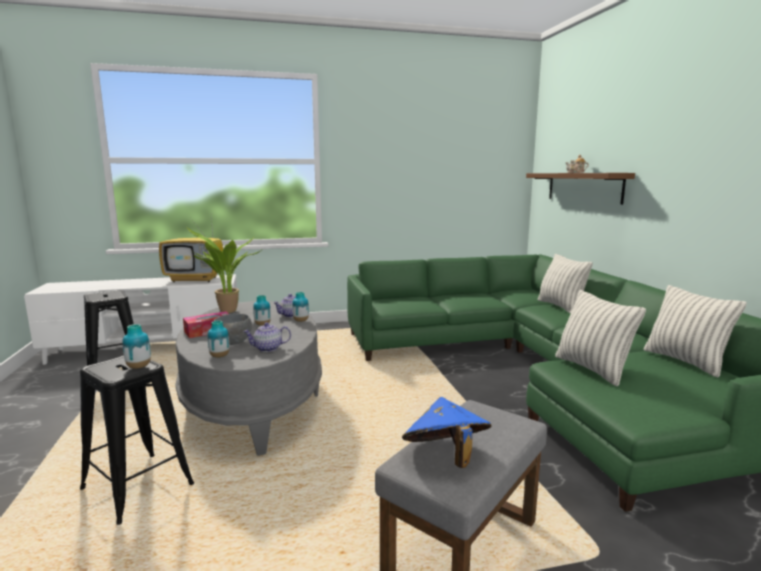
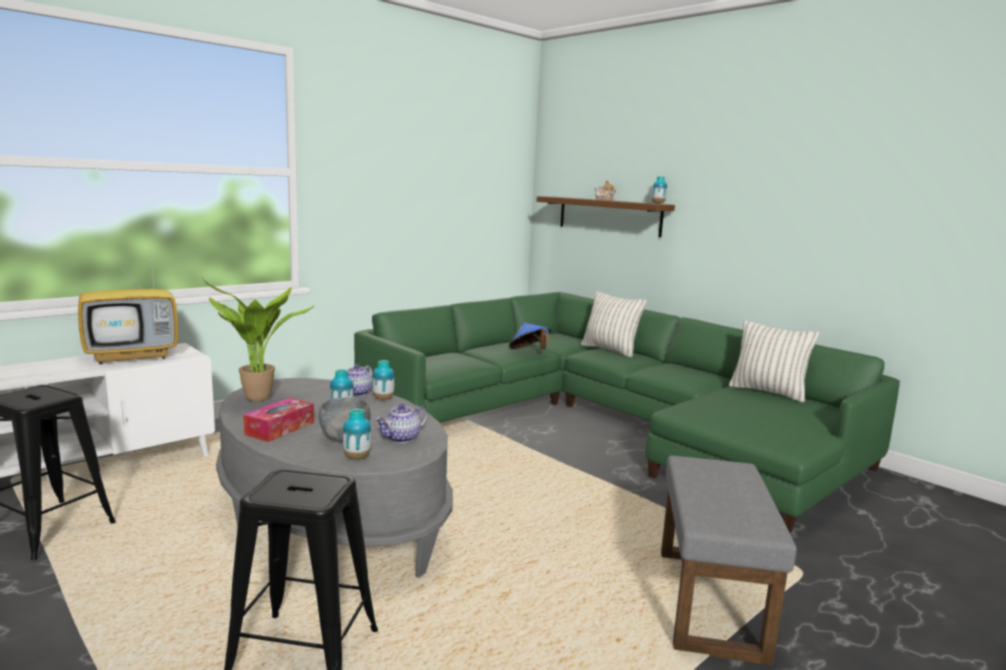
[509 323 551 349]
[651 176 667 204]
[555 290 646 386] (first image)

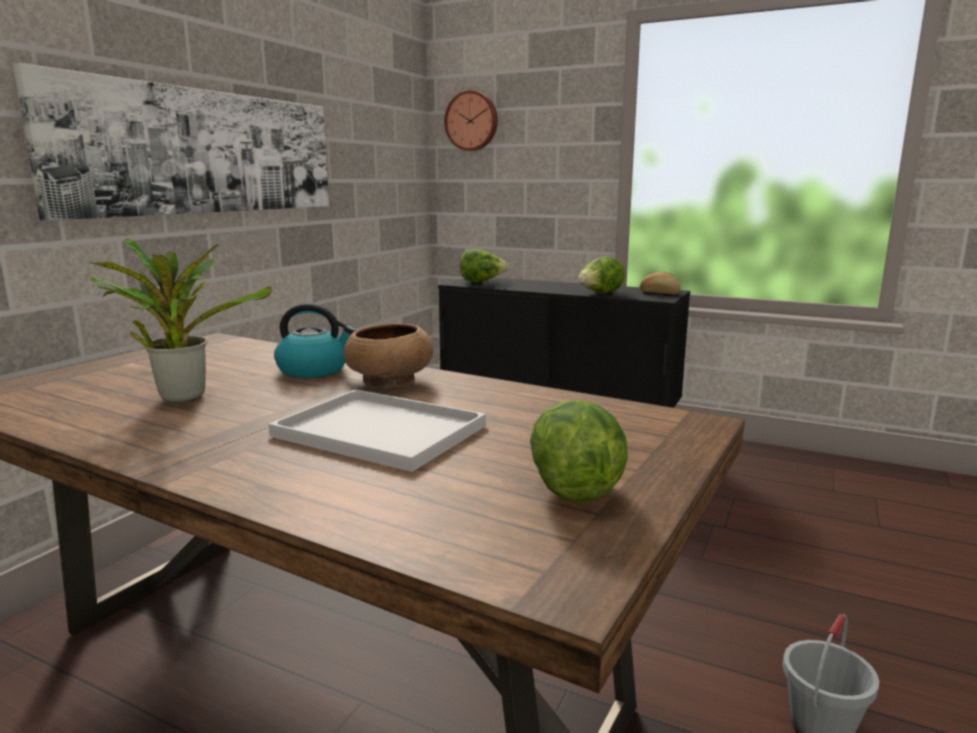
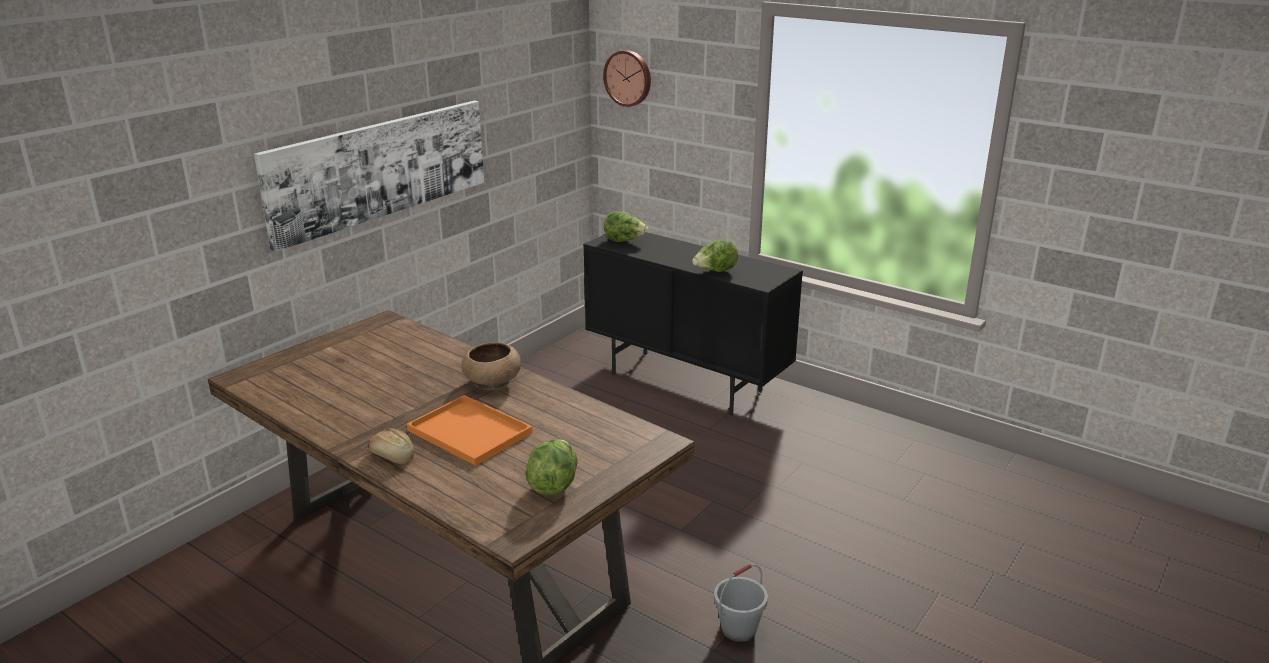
[369 428 414 464]
[407 395 533 466]
[89 238 272 403] (first image)
[274 303 356 378] (first image)

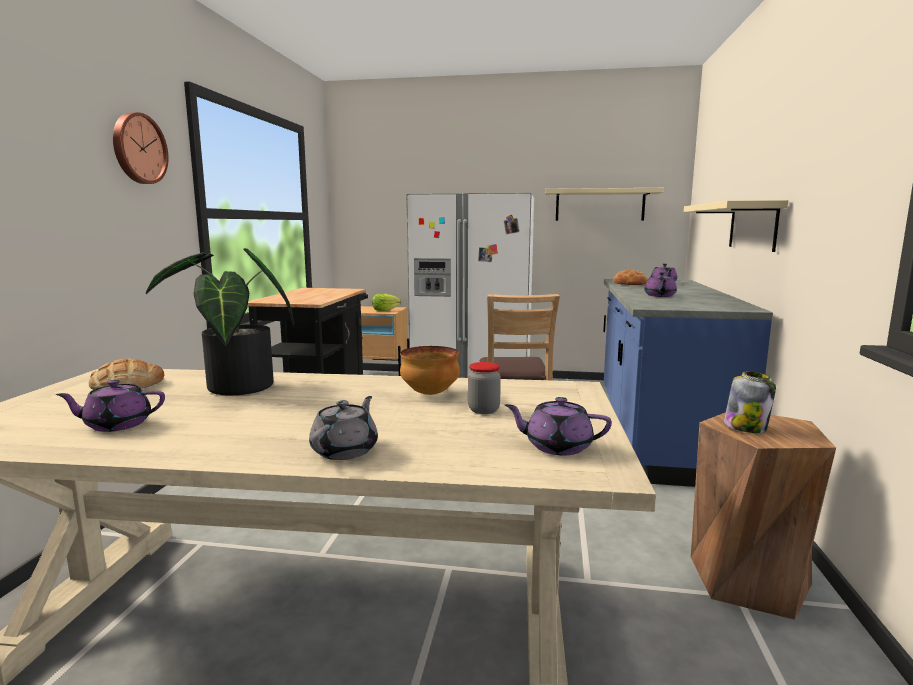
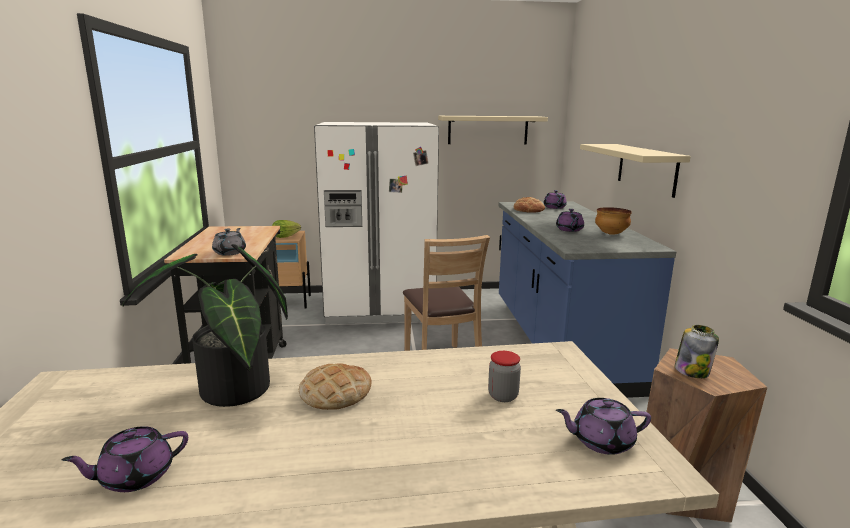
[212 228 246 256]
[299 363 371 410]
[595 207 632 235]
[113 112 169 184] (first image)

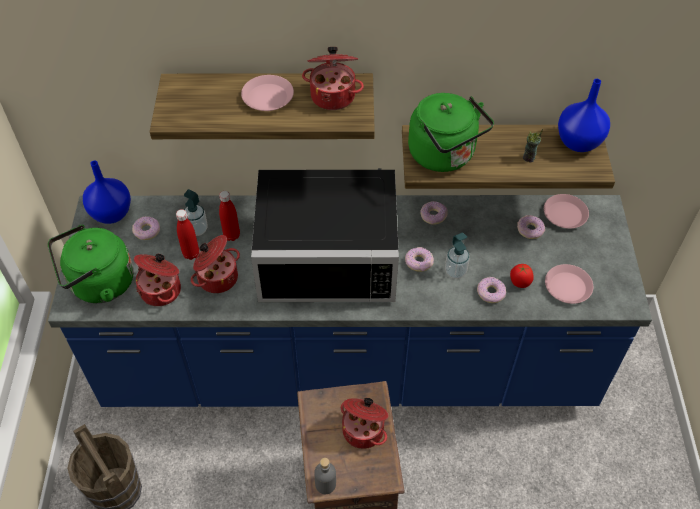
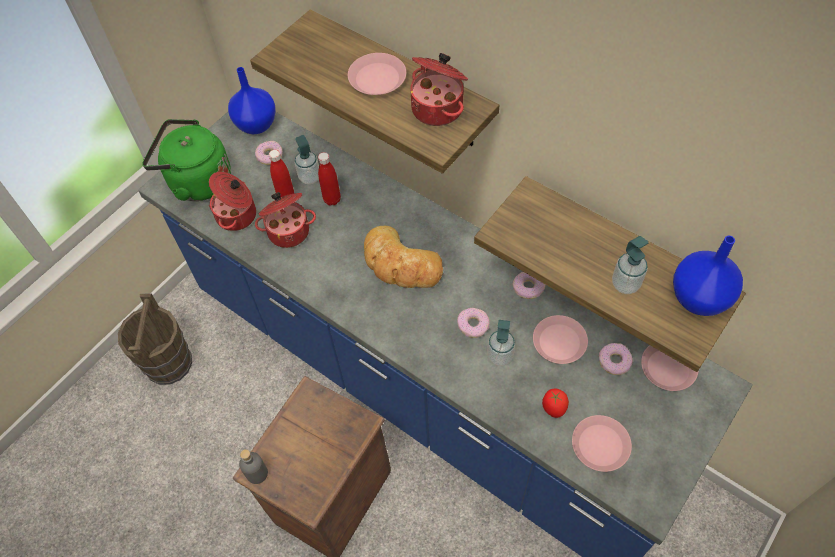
[364 226 443 288]
[533 315 588 364]
[612 236 649 294]
[341 398 389 449] (first image)
[408 93 494 172] (first image)
[477 277 506 303] (first image)

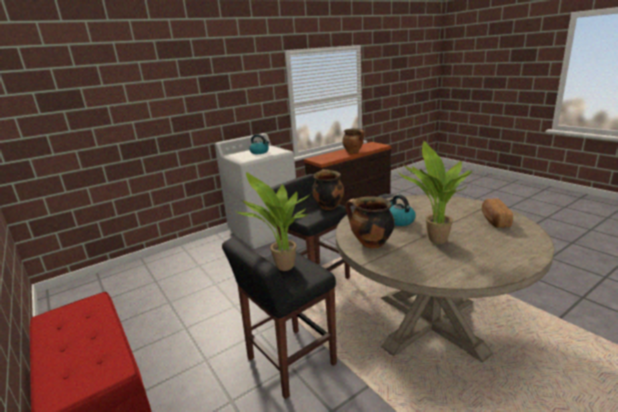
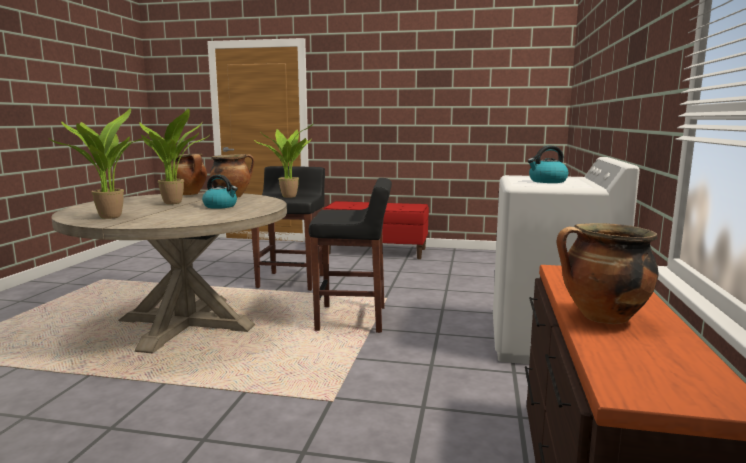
[49 108 150 219]
[171 154 207 195]

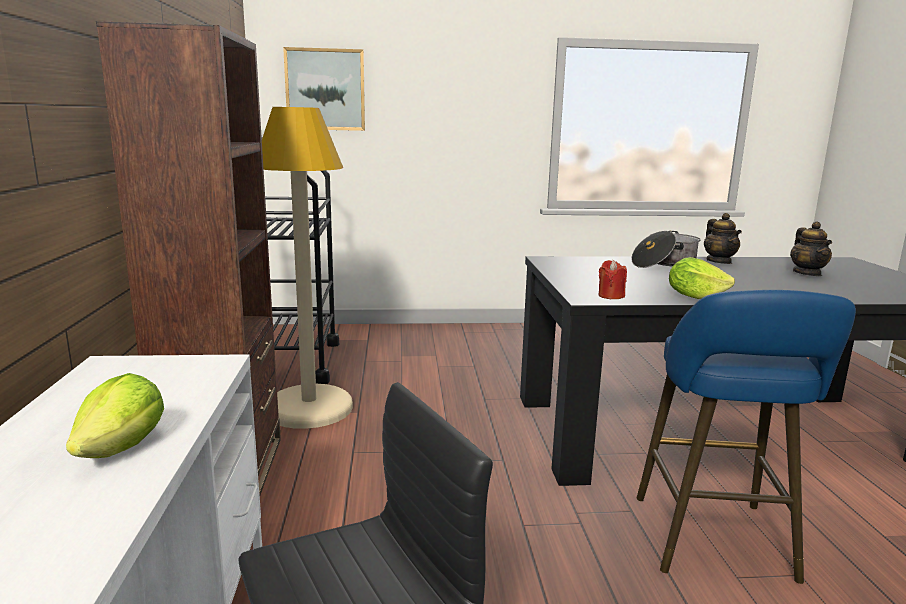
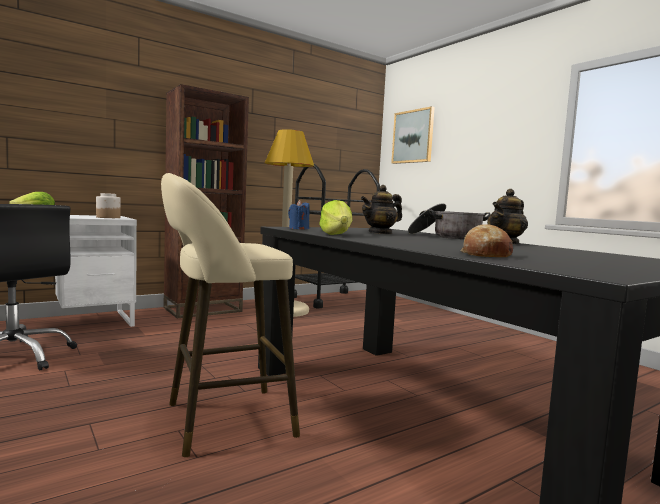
[96 193 121 218]
[161 173 300 457]
[288 200 310 229]
[361 185 402 234]
[460 224 513 257]

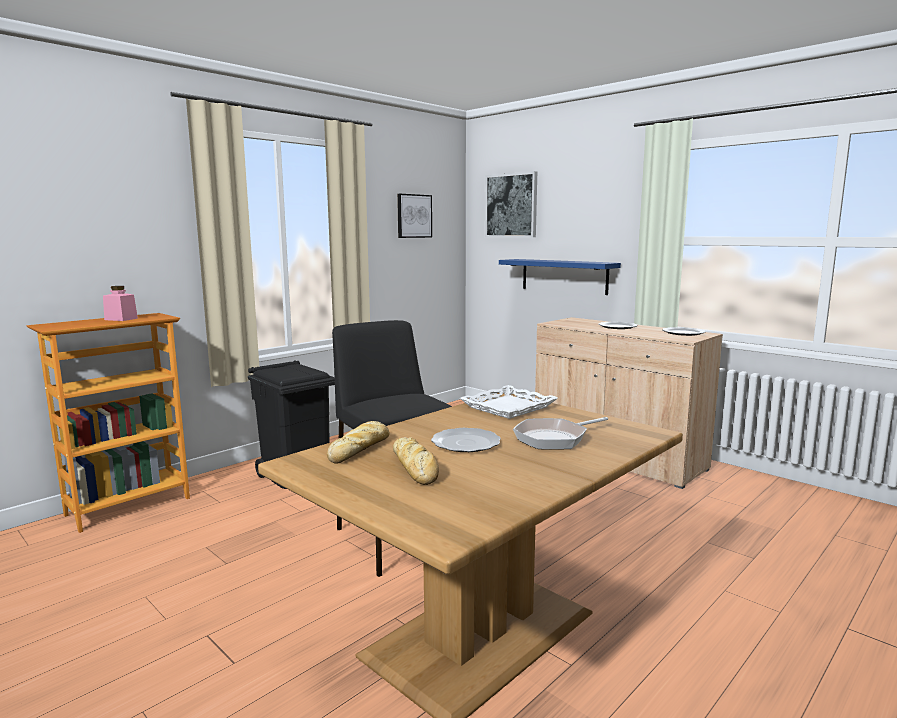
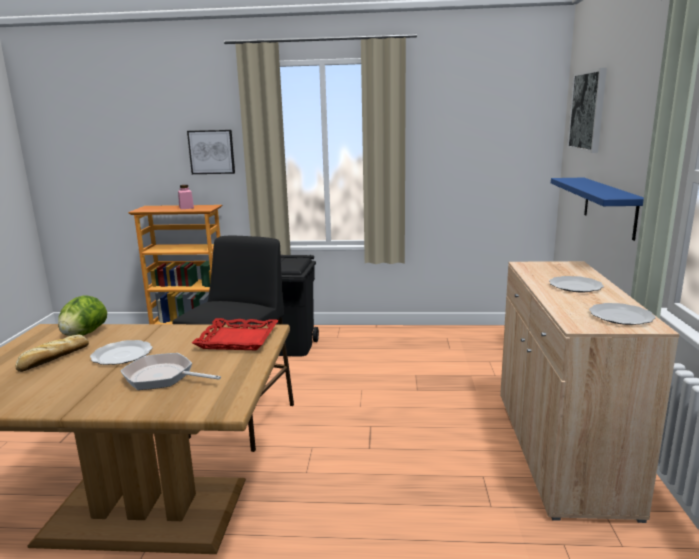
[58 296 107 336]
[187 130 235 174]
[192 318 279 350]

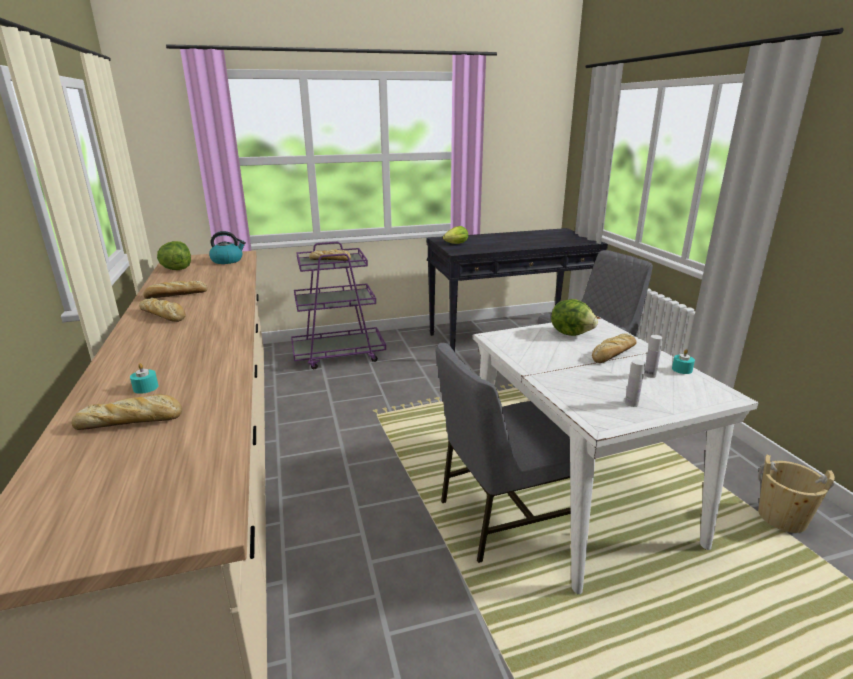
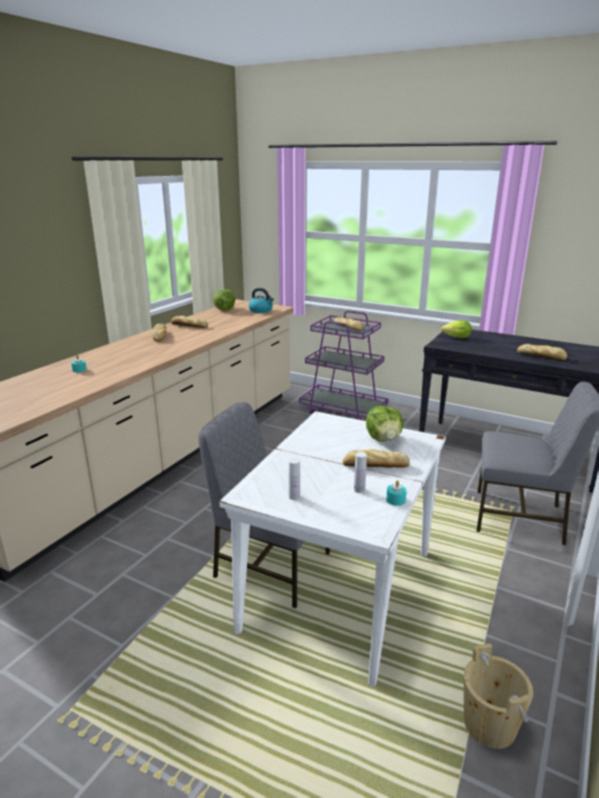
[517 344 567 360]

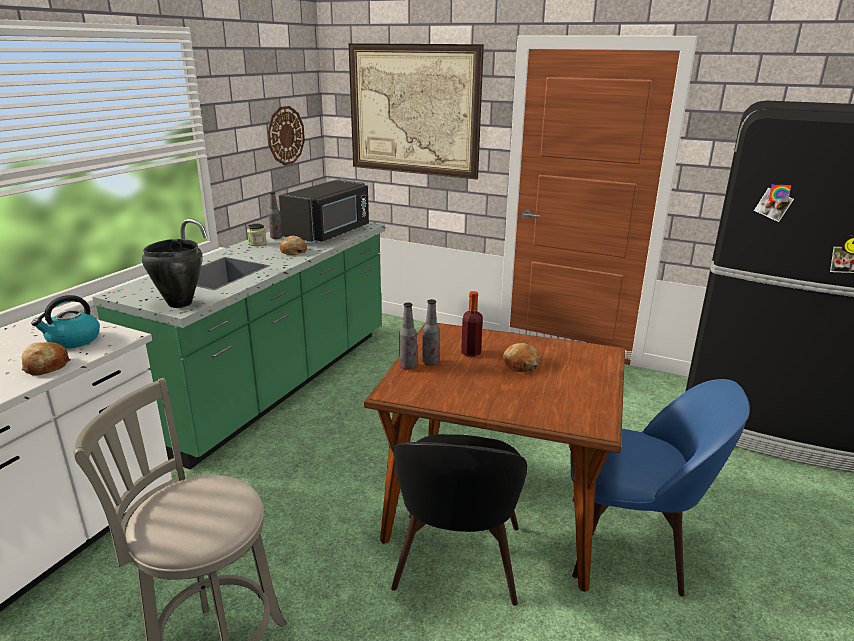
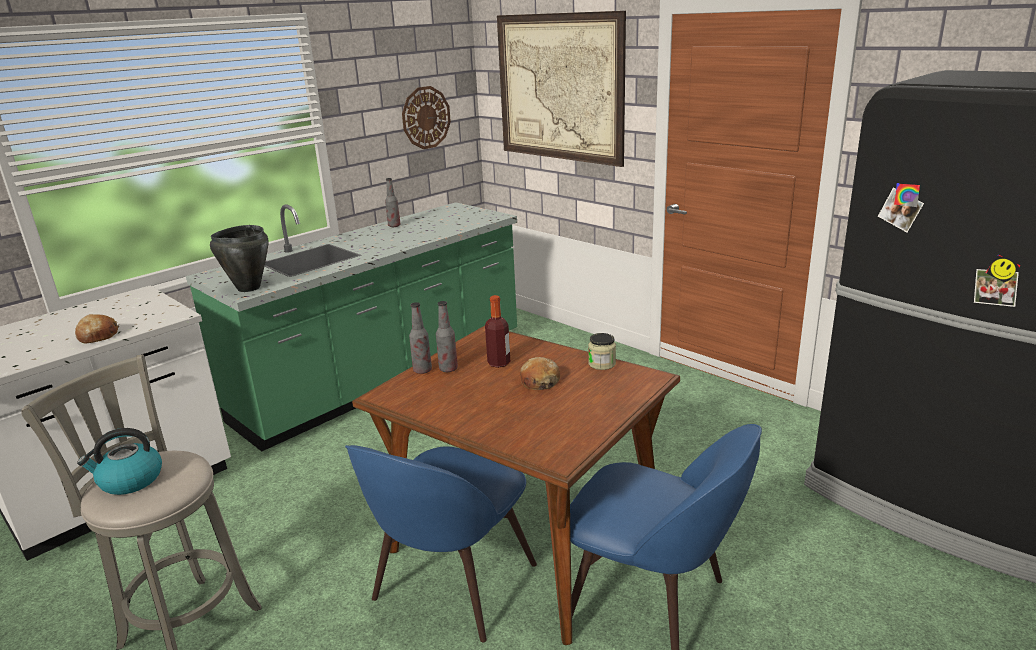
[77 428 162 495]
[345 445 537 642]
[588 333 616 370]
[279 180 369 243] (first image)
[280 236 307 255] (first image)

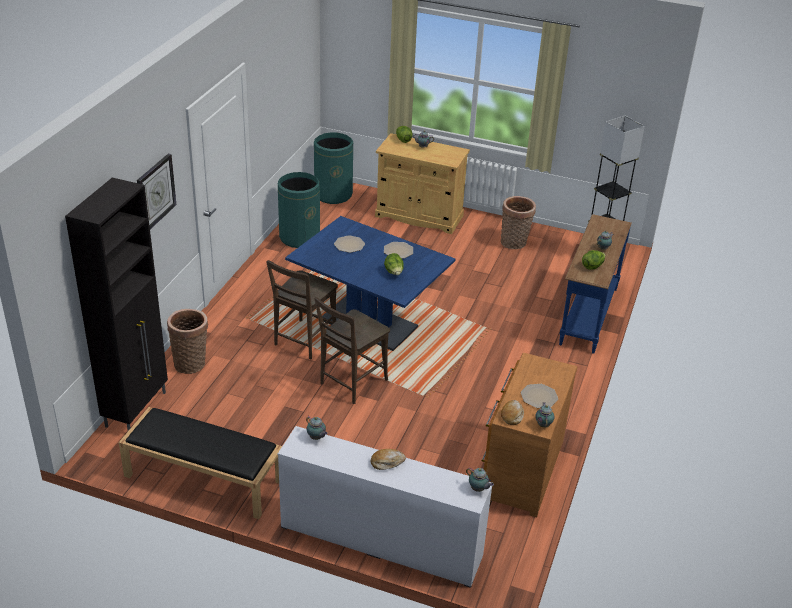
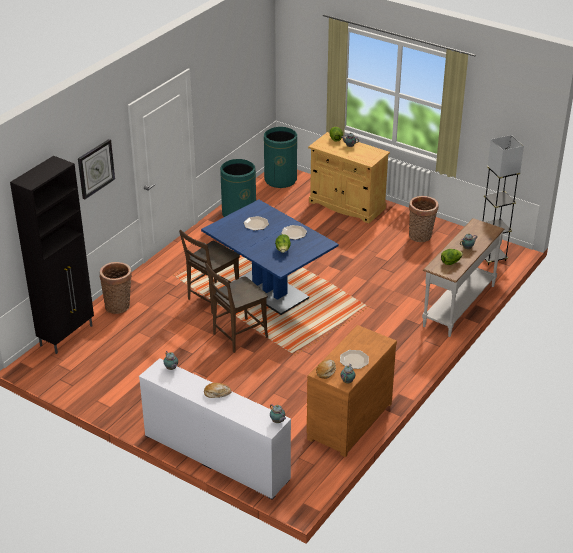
[422 218 505 337]
[119 407 282 519] (first image)

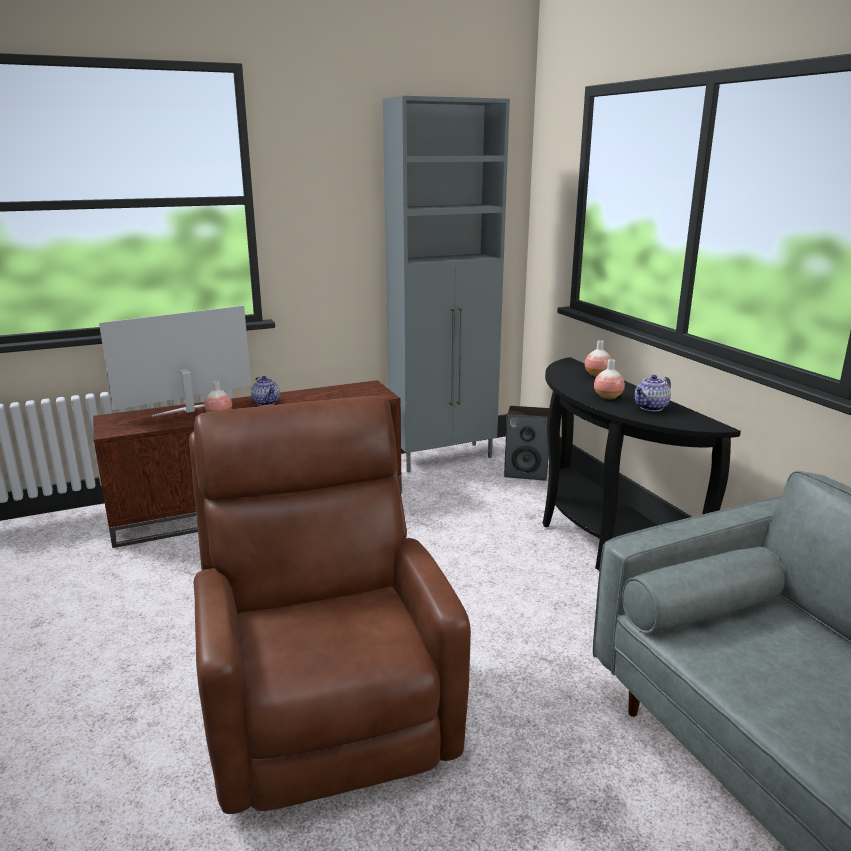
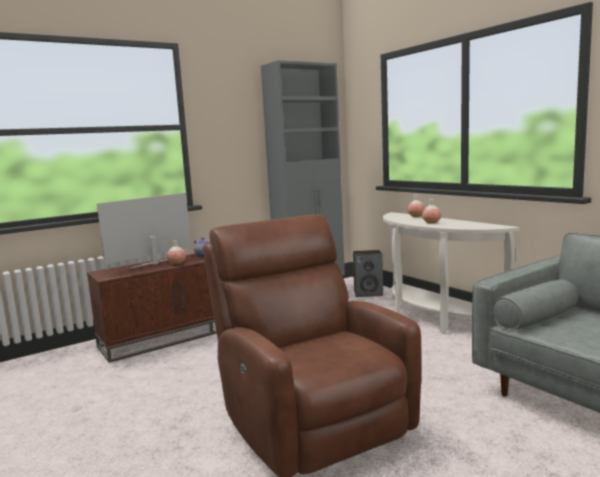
[383 212 519 334]
[635 375 671 411] (first image)

